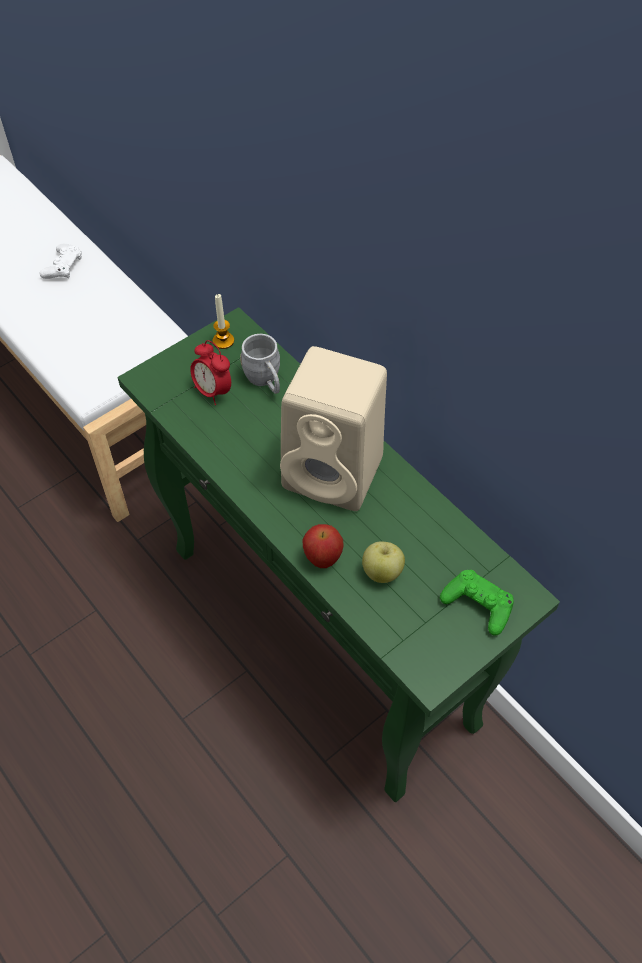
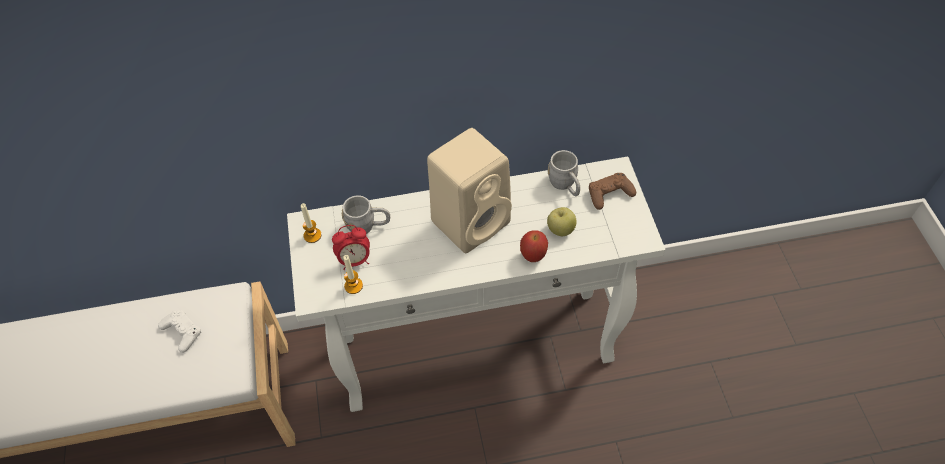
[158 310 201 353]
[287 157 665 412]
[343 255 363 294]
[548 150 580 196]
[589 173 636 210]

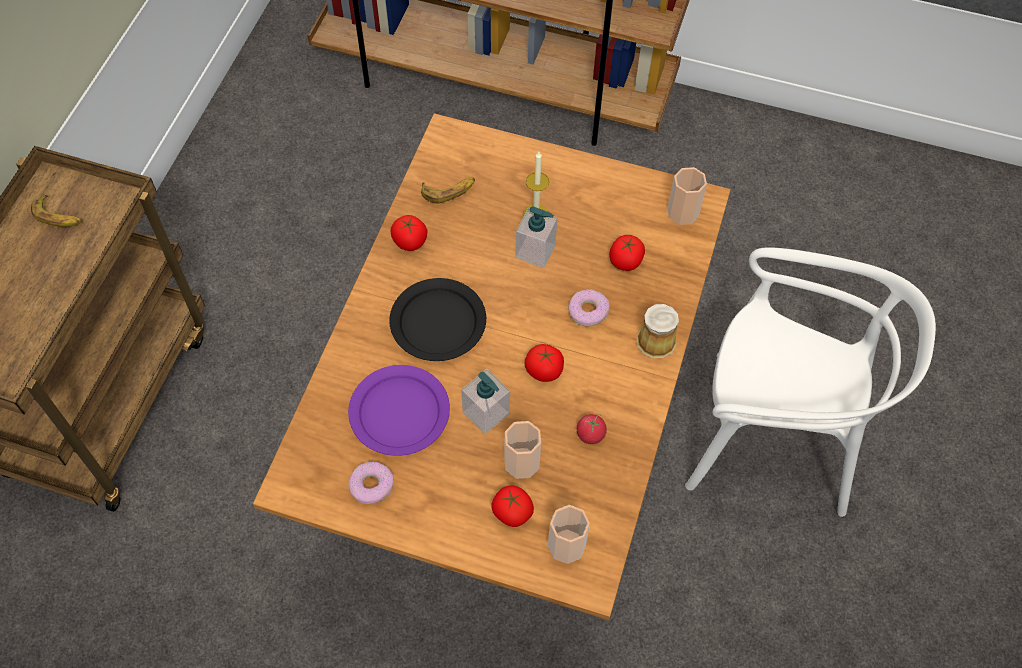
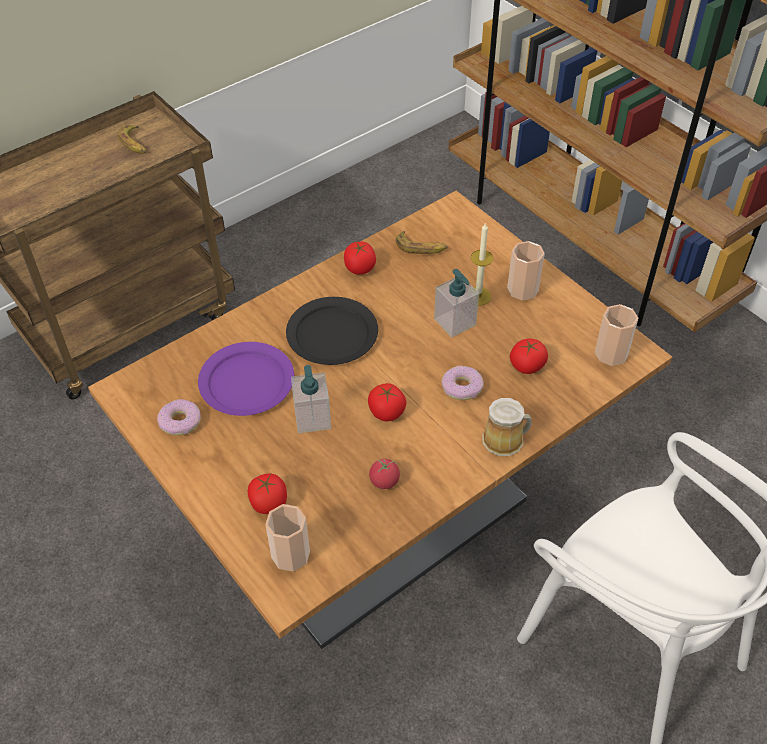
[507 241 545 301]

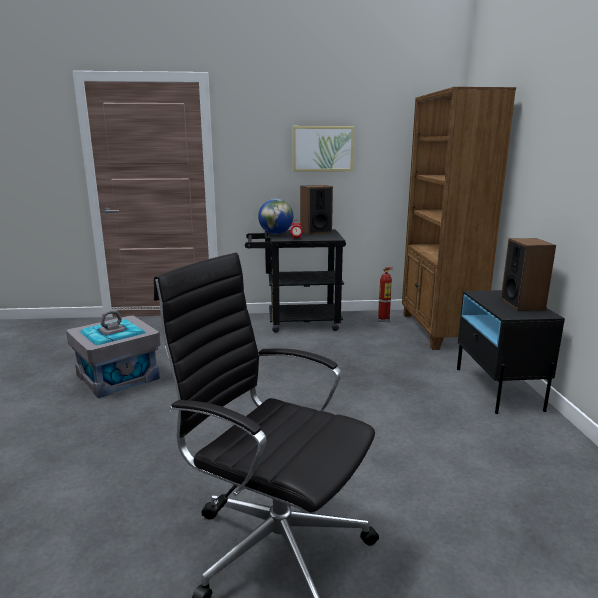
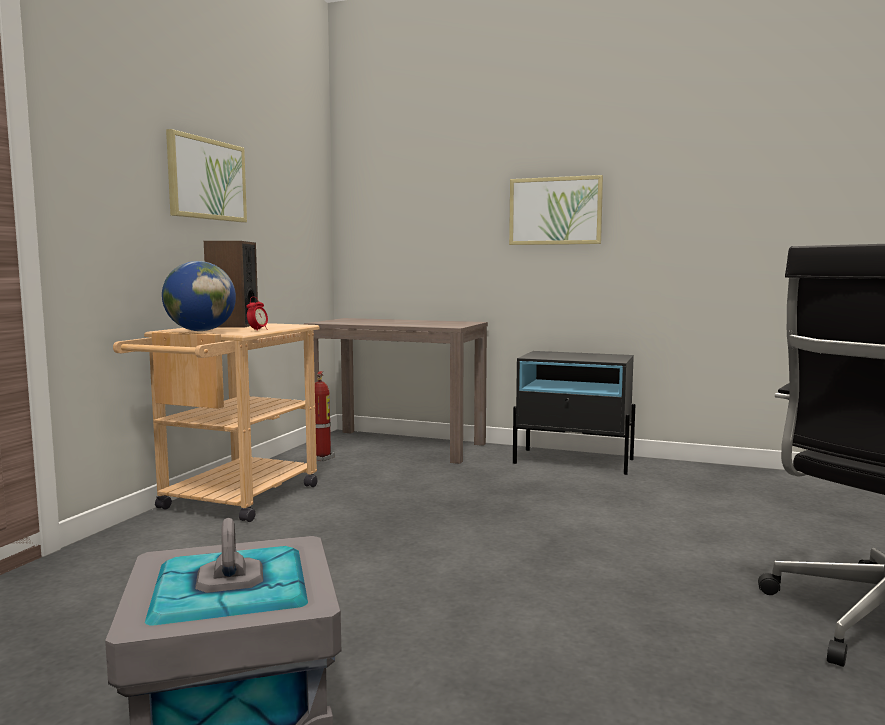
[113 323 320 522]
[304 318 488 464]
[509 175 603 245]
[501 238 556 311] (first image)

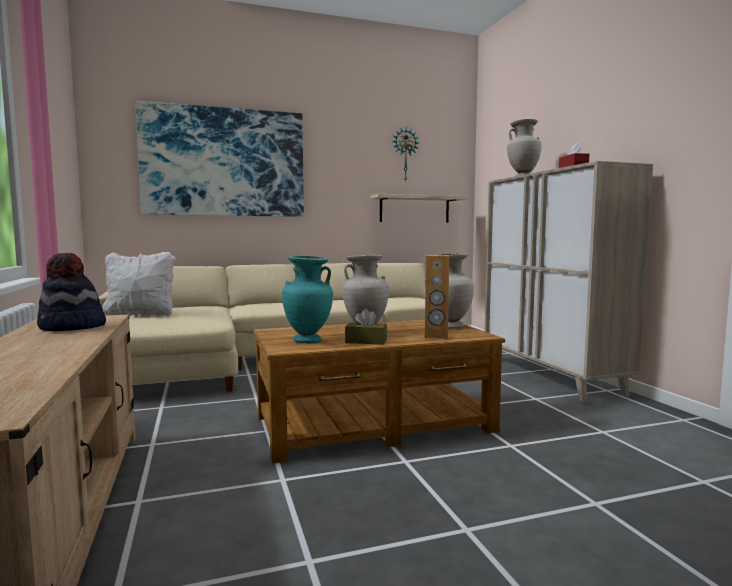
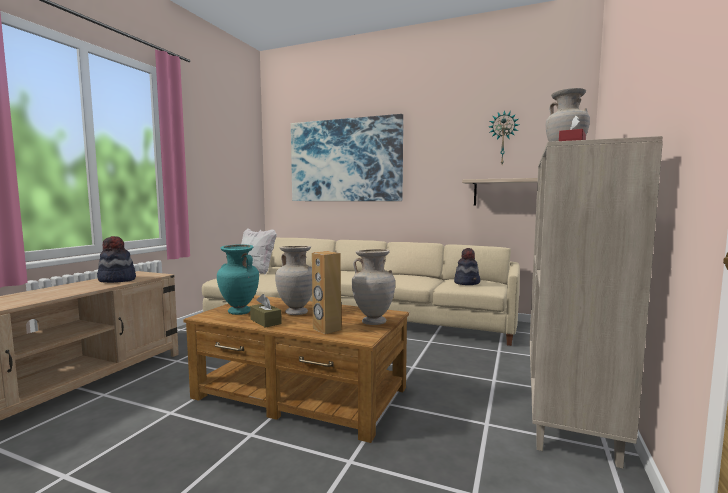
[454 248 480 285]

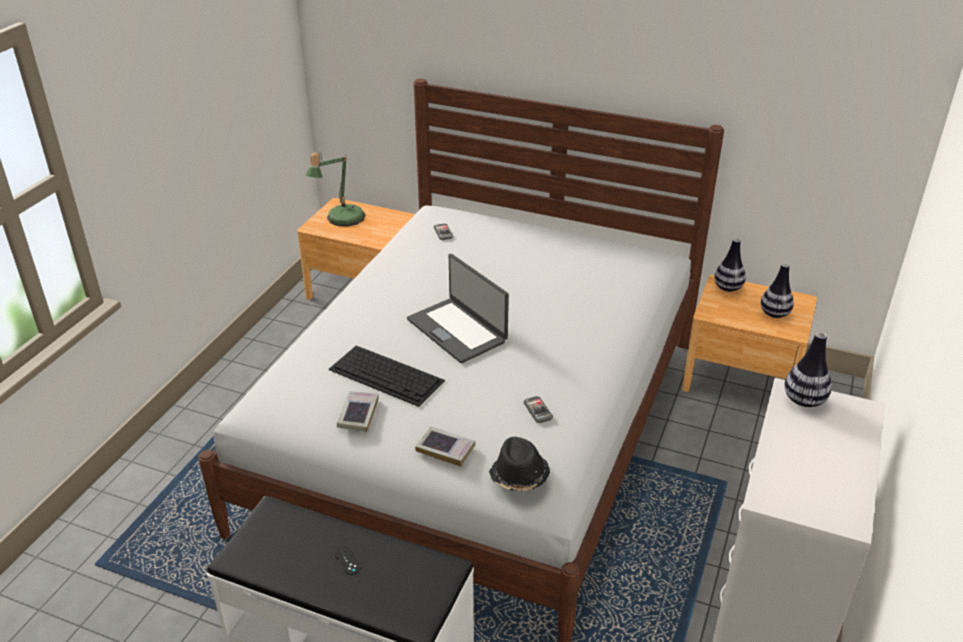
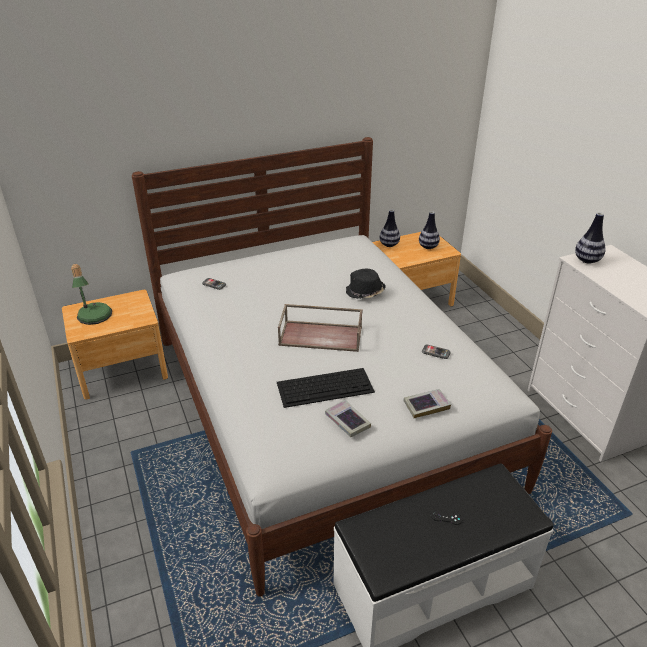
[278 304 363 352]
[346 269 386 299]

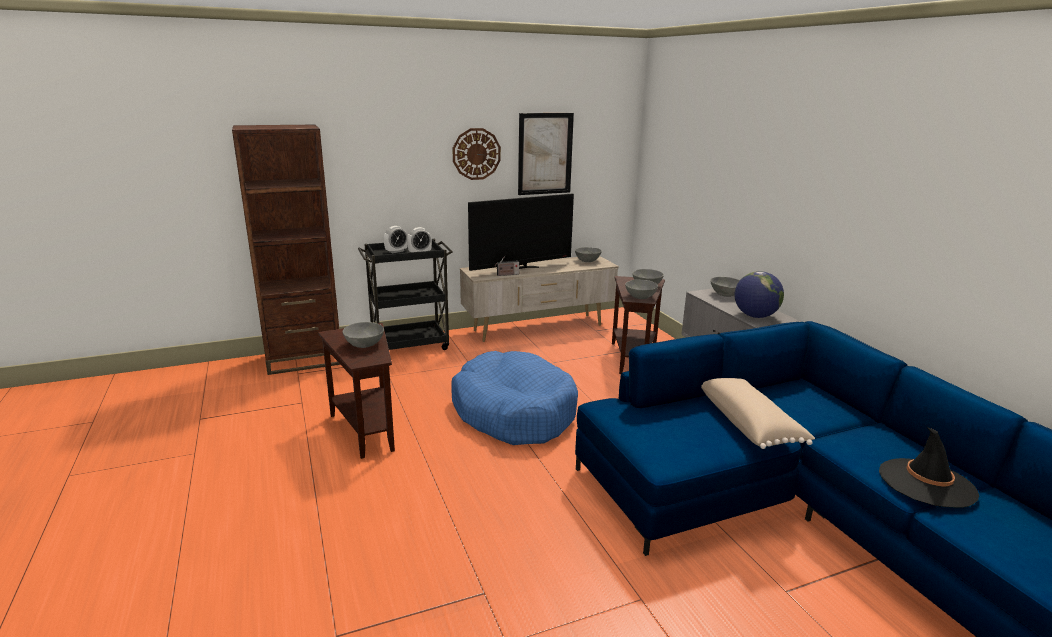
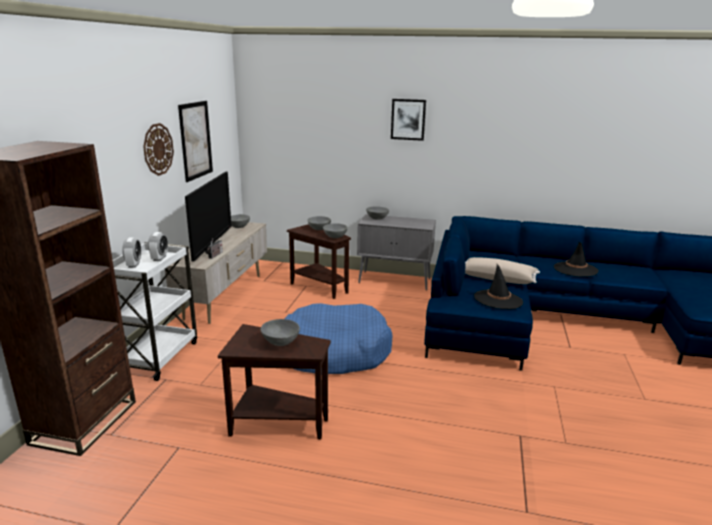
[113 242 197 381]
[391 99 426 141]
[474 264 523 309]
[734 271 784 318] (first image)

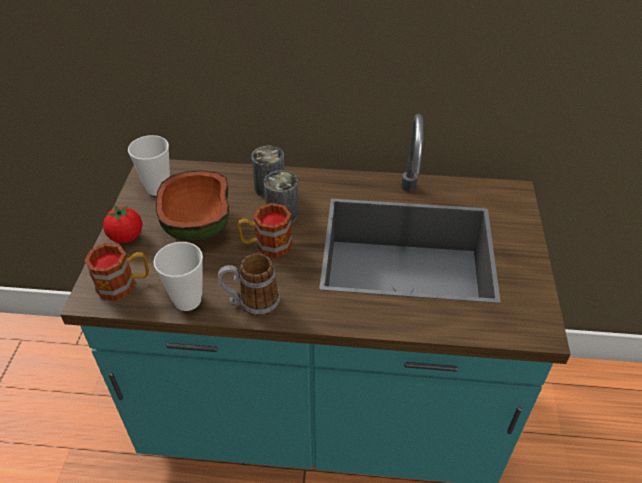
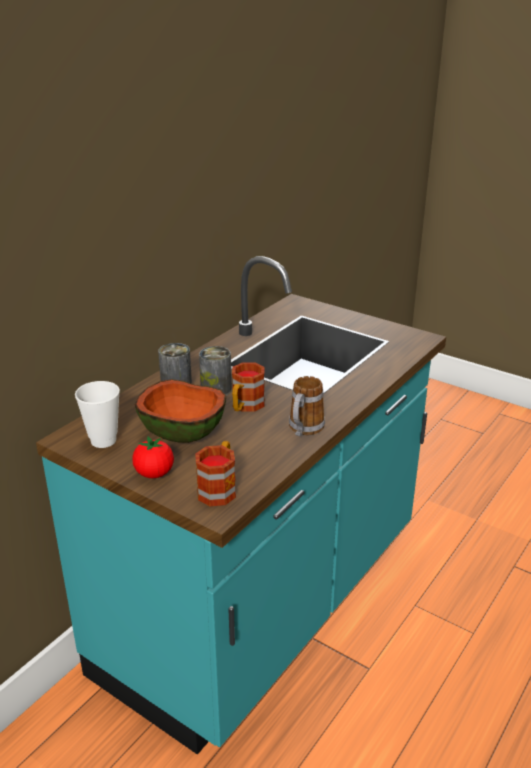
[153 242 203 311] (first image)

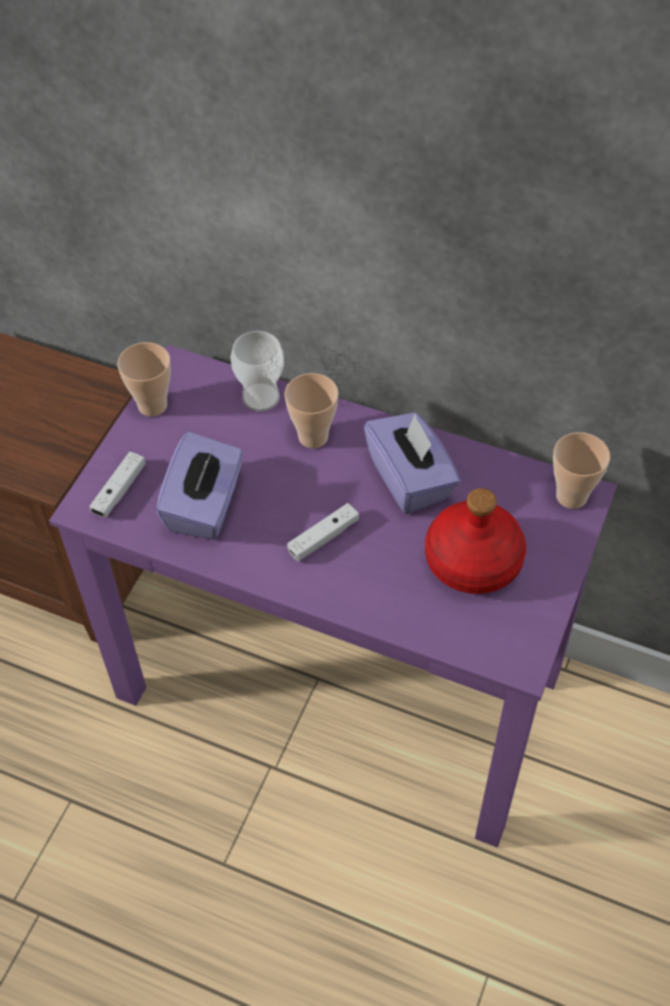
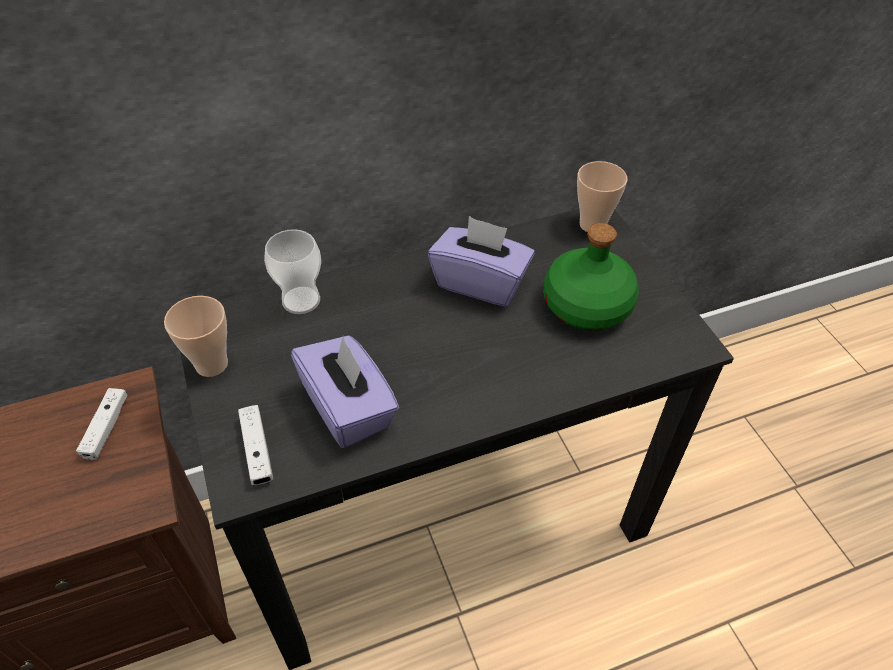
[76 388 128 460]
[180 209 734 670]
[543 223 639 330]
[284 373 339 448] (first image)

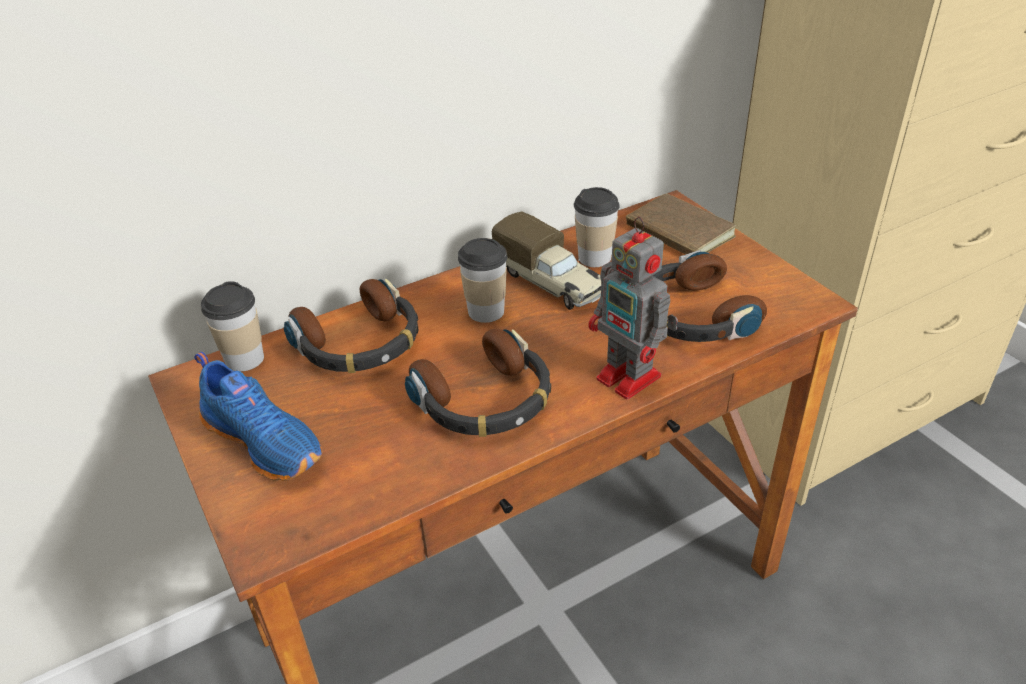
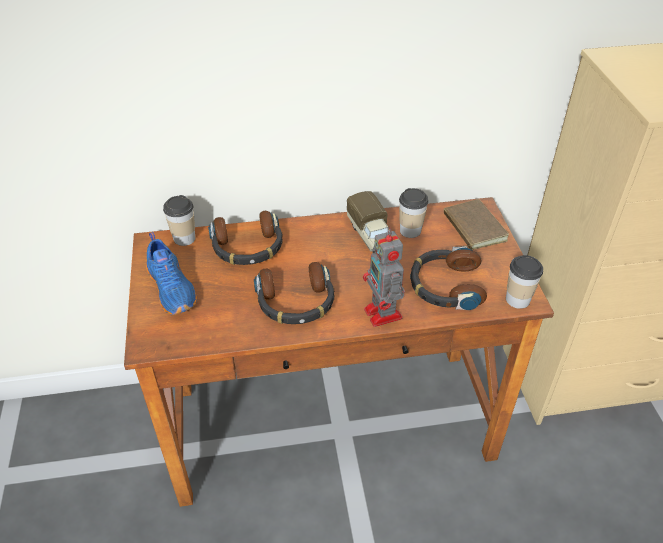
[506 255 543 309]

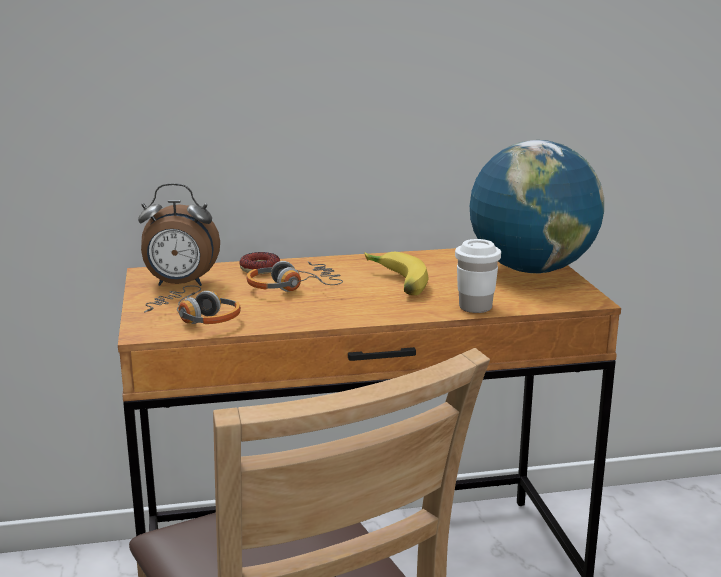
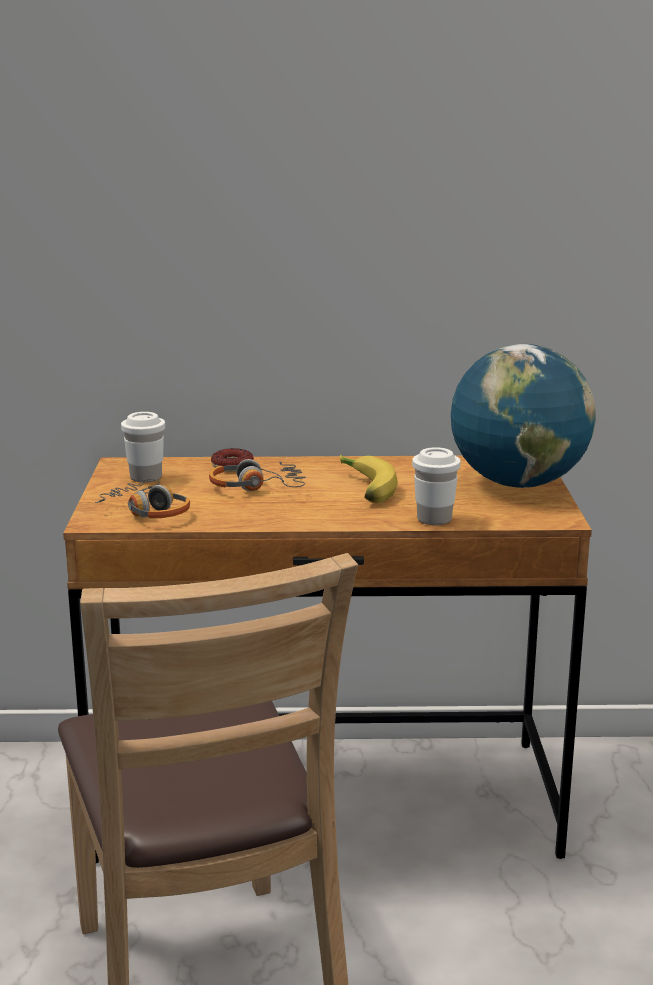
[121 412 165 482]

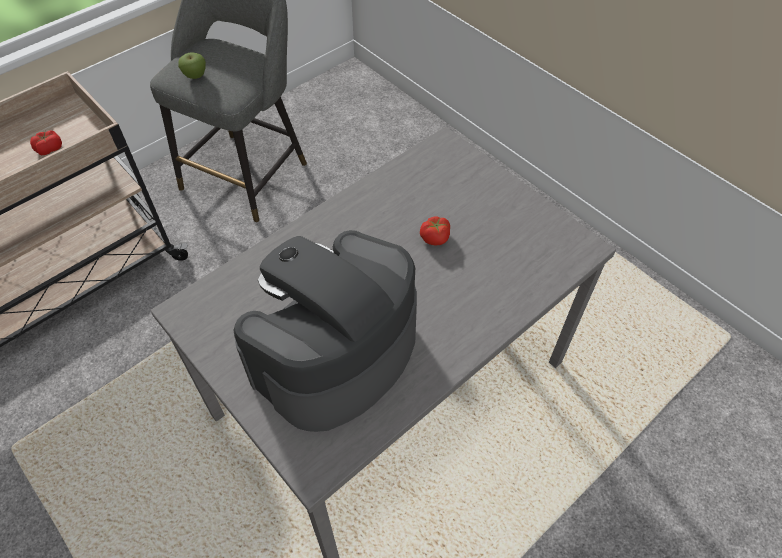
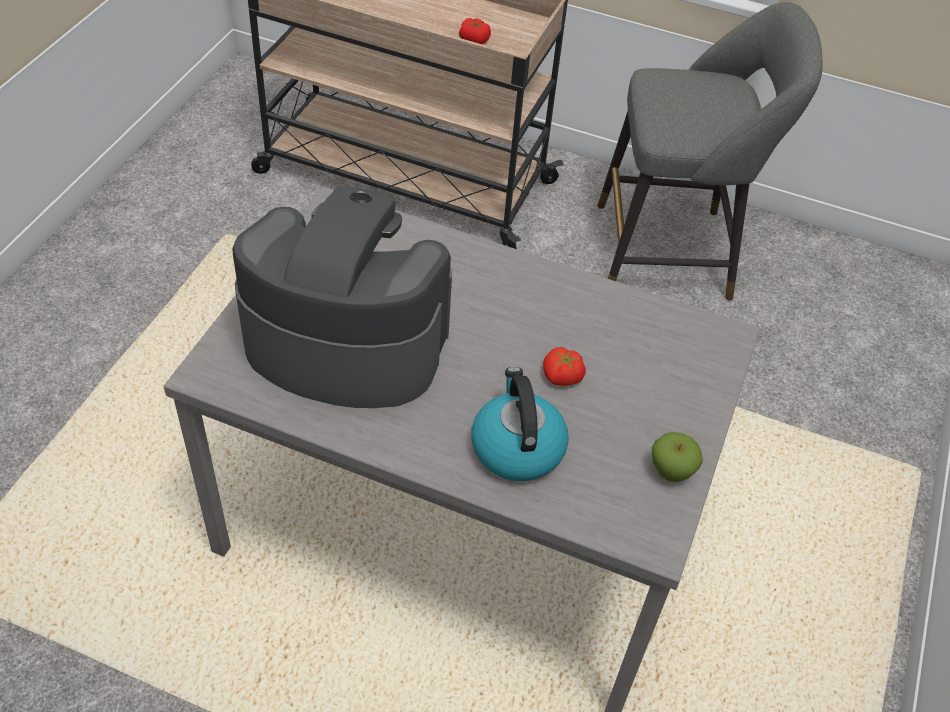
[472 367 569 481]
[652 432 703 482]

